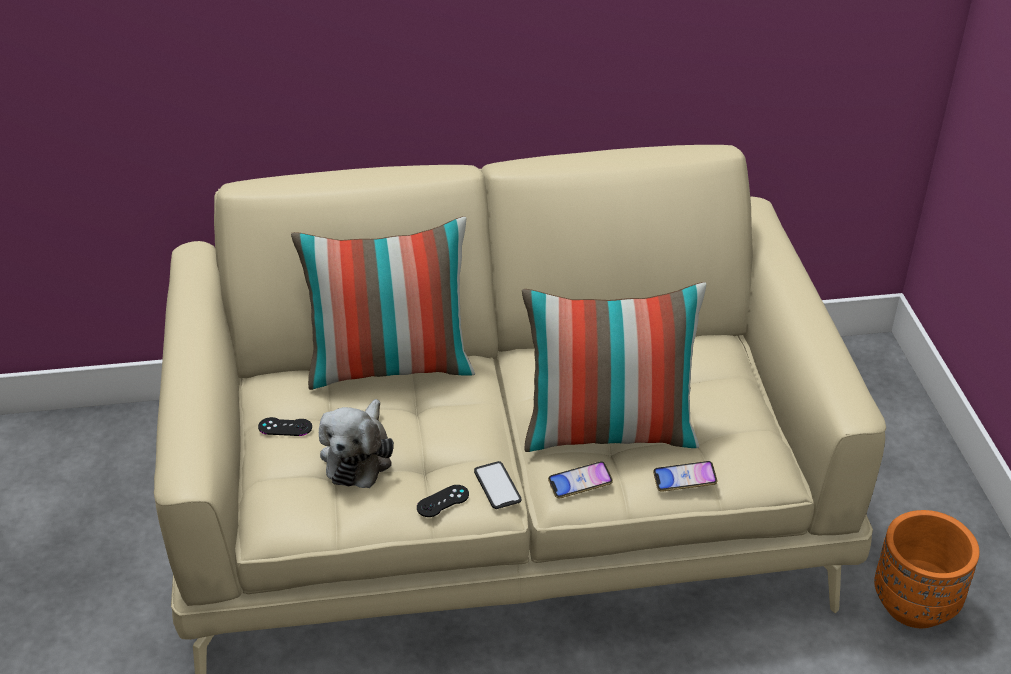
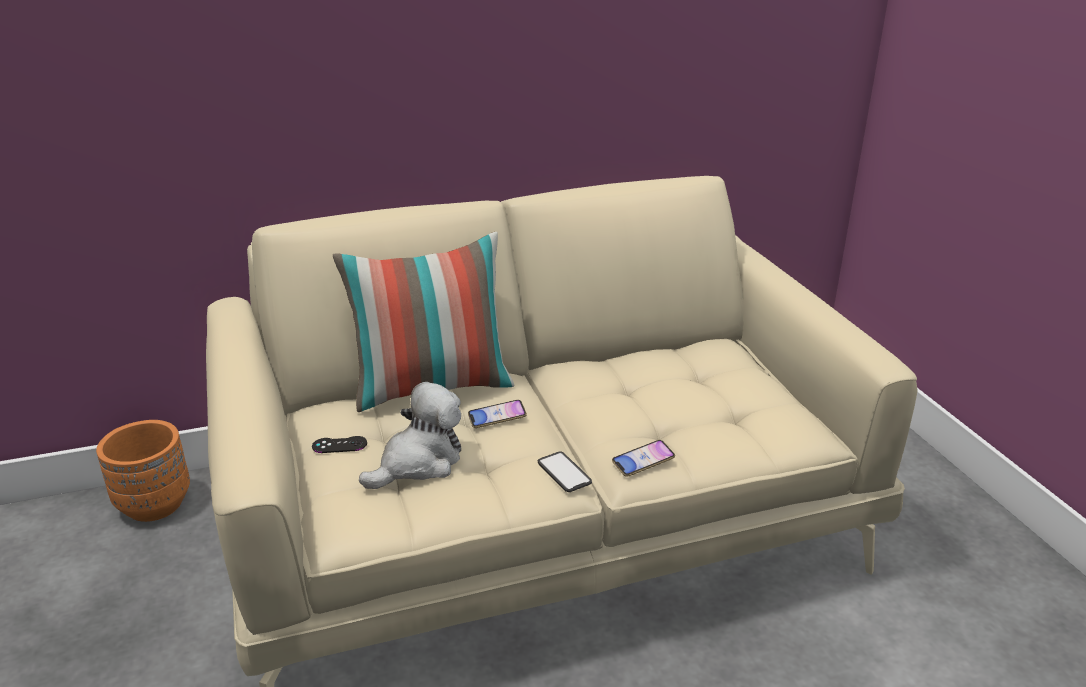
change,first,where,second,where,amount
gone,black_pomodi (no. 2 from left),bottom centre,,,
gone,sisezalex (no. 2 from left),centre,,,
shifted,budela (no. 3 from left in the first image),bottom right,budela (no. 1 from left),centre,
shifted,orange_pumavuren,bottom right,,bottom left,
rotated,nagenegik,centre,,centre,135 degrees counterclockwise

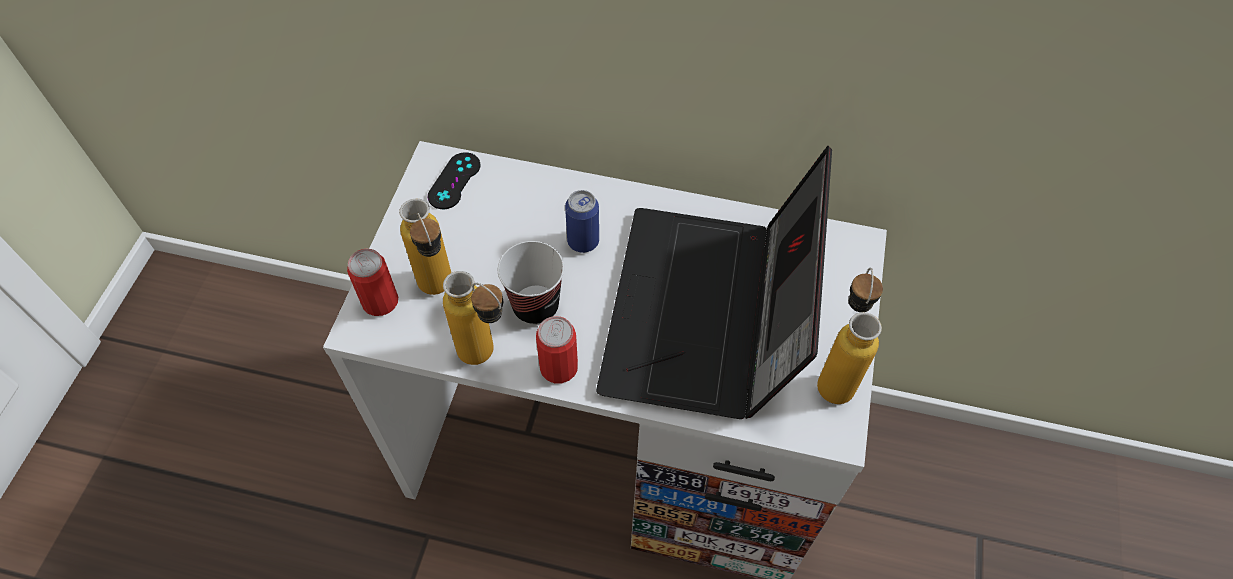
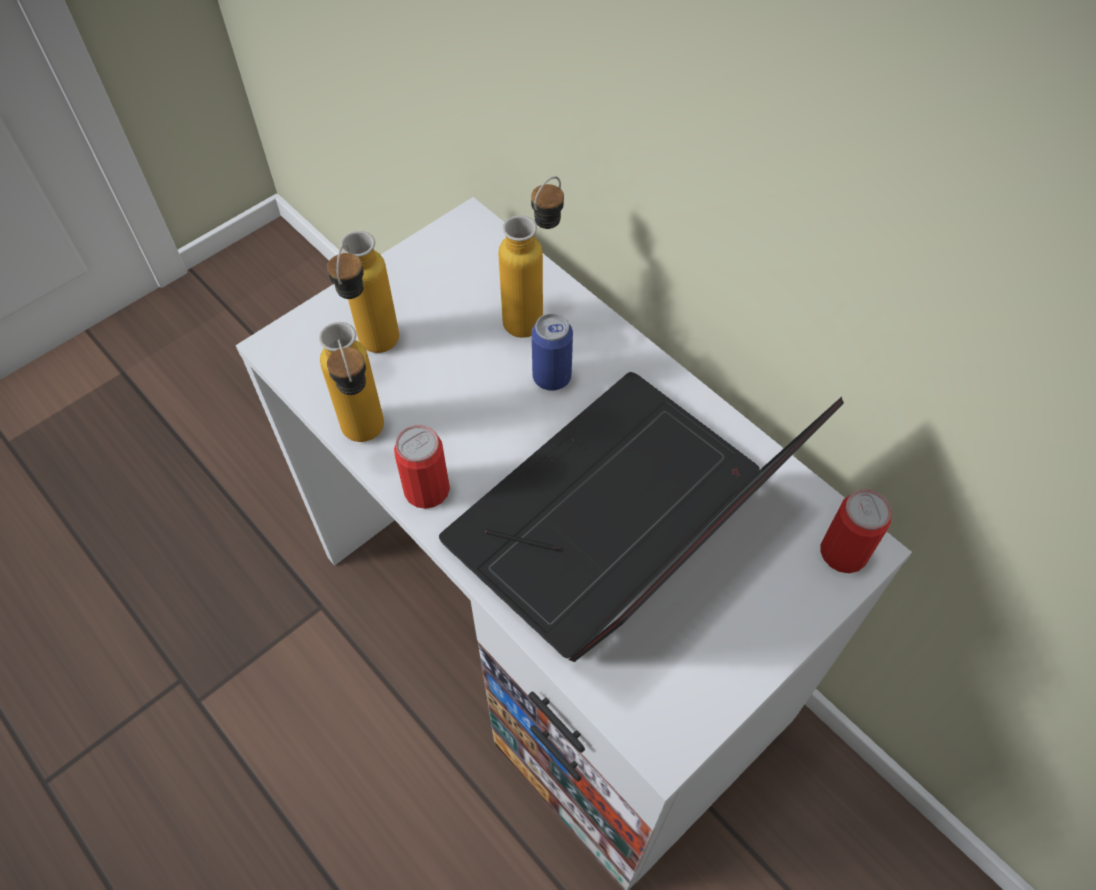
change,first,where,second,where,amount
gone,black_pomodi,top centre,,,
gone,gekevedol,centre,,,
shifted,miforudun (no. 1 from left in the first image),middle left,miforudun (no. 3 from left),middle right,
shifted,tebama (no. 3 from left),middle right,,top centre,

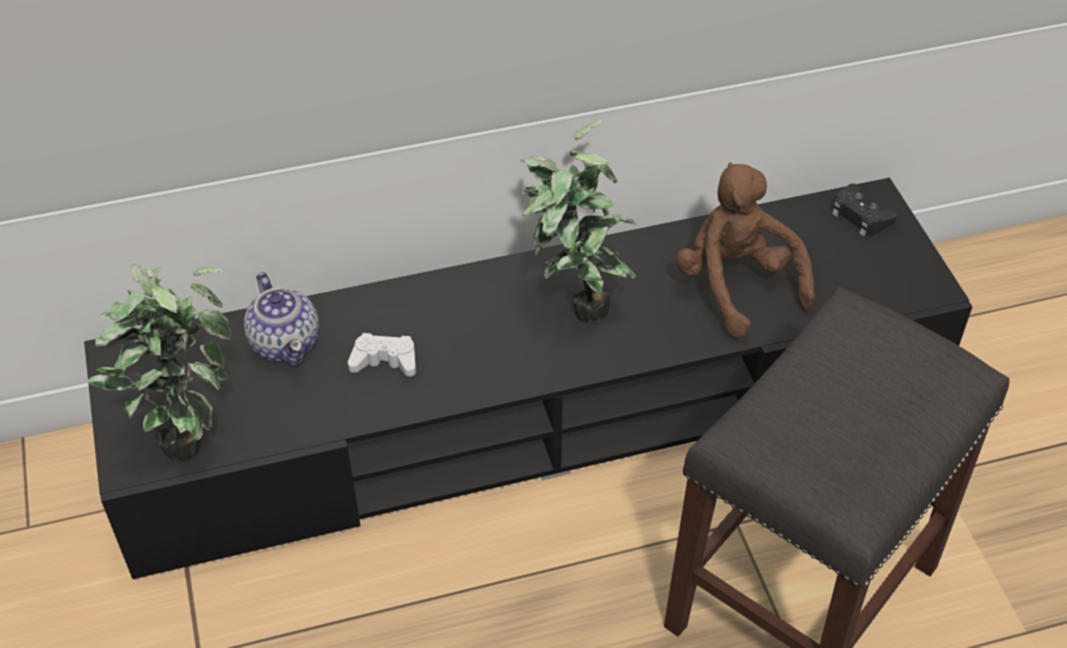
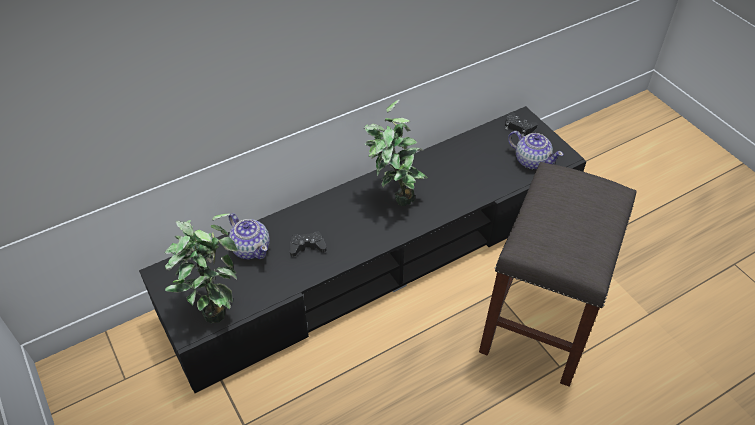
change,first,where,second,where,amount
gone,brown_nagenegik,middle right,,,
new,,,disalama (no. 2 from left),middle right,
repainted,white_pomodi,centre,black_pomodi (no. 1 from left),centre,

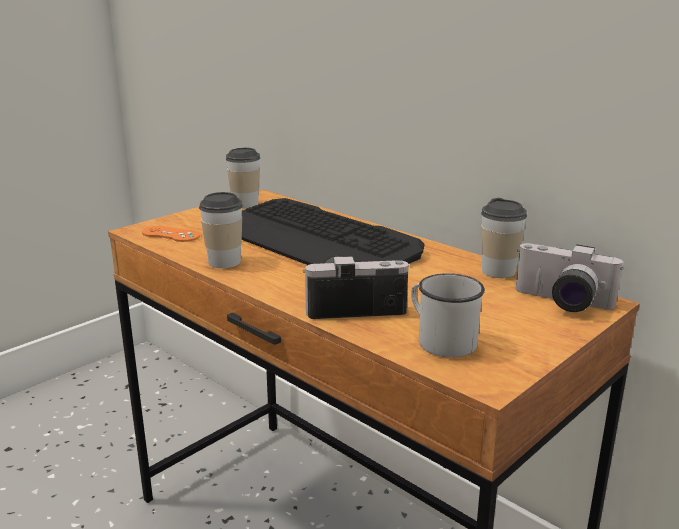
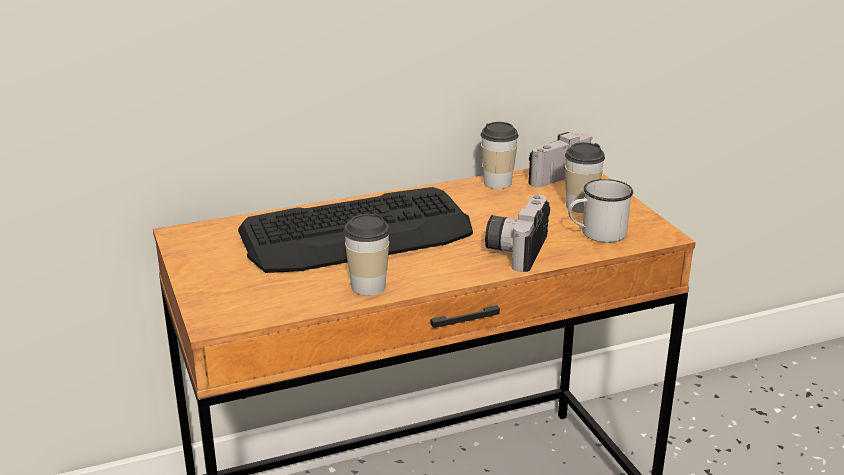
change,first,where,second,where,amount
gone,orange_pomodi,middle left,,,
shifted,gekevedol (no. 2 from left in the first image),centre,gekevedol (no. 3 from left),middle right,

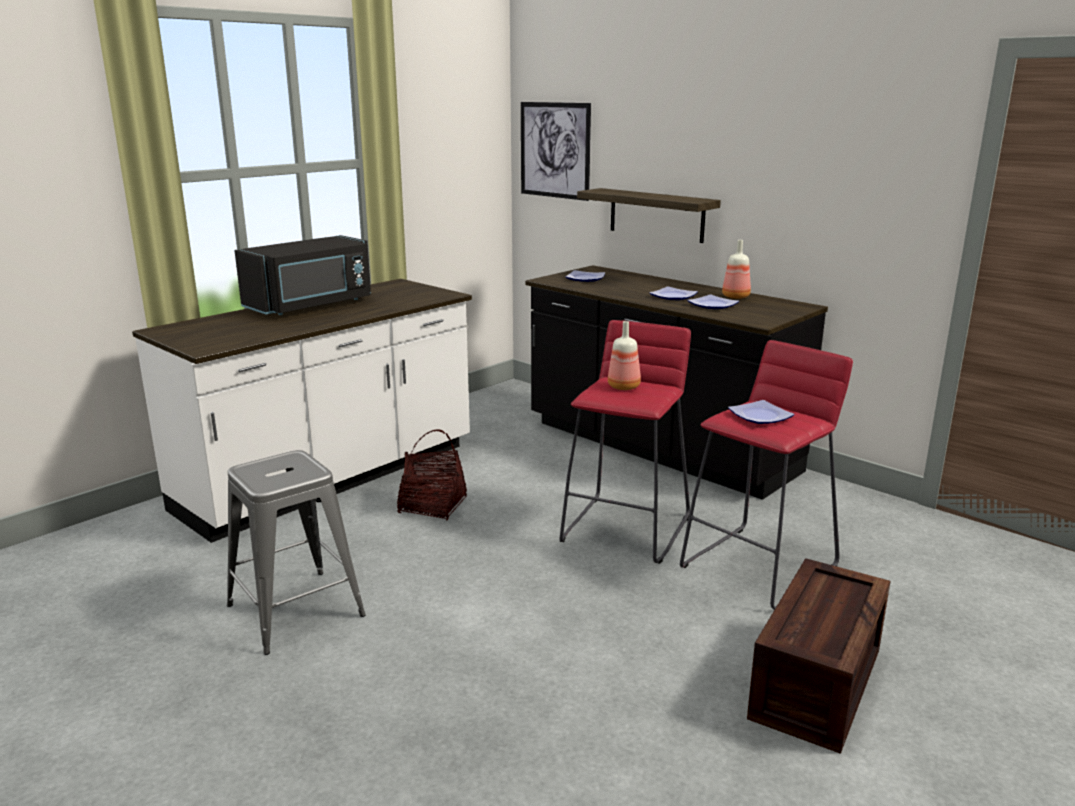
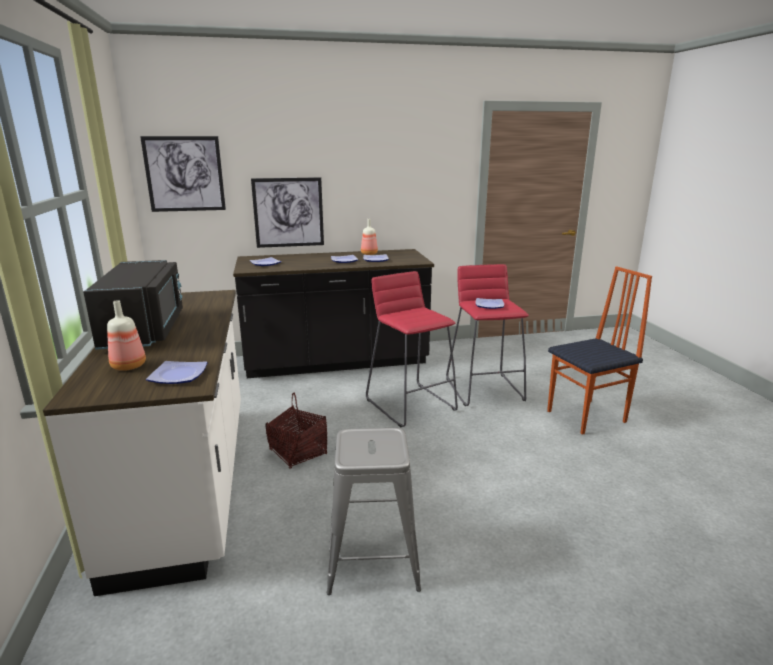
change,first,where,second,where,amount
new,,,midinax (no. 1 from left),middle left,
shifted,tebama (no. 1 from left),centre,,middle left,
swapped,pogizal,top centre,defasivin (no. 2 from left),top centre,
swapped,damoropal,bottom right,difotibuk,middle right,

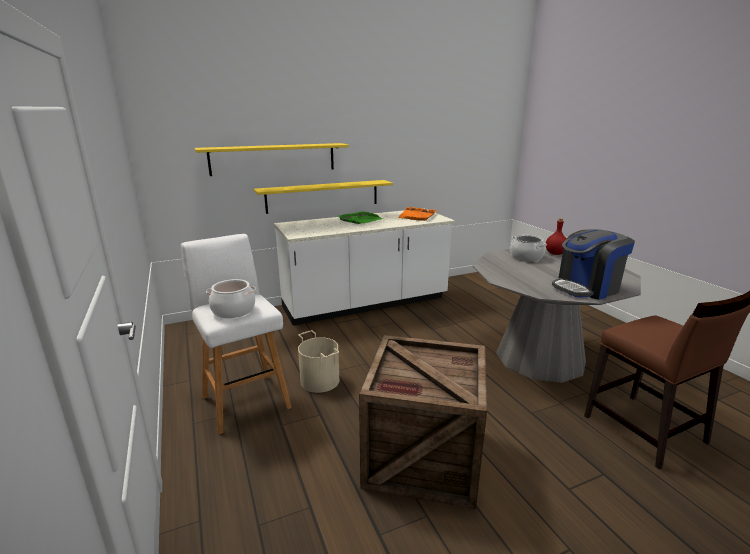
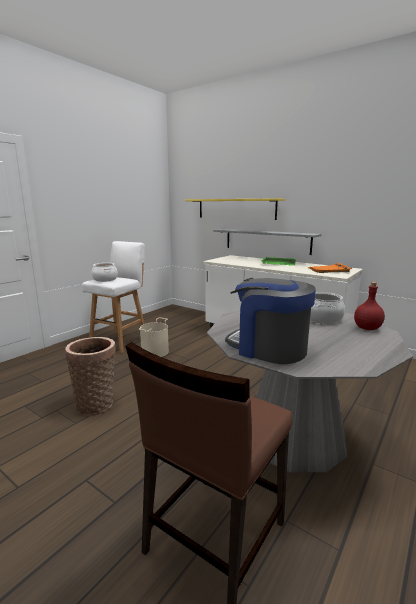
change,first,where,second,where,amount
swapped,damoropal,bottom centre,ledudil,middle left,
repainted,yellow_pogizal (no. 2 from left),centre,grey_pogizal,centre,

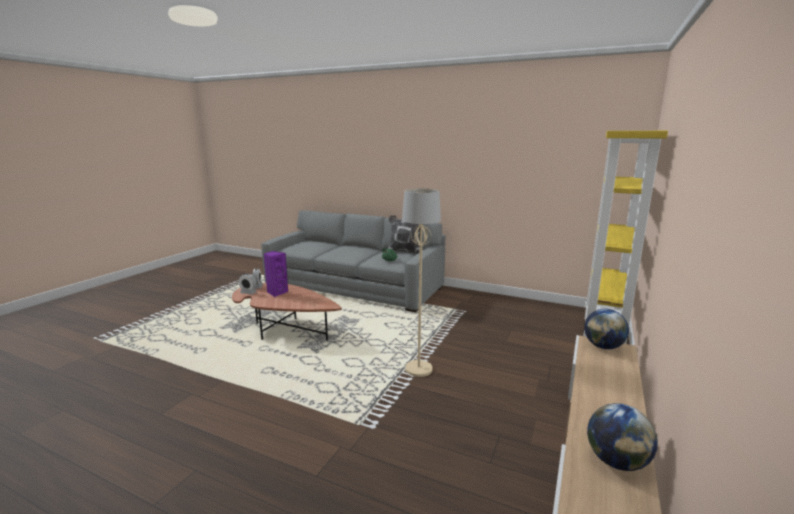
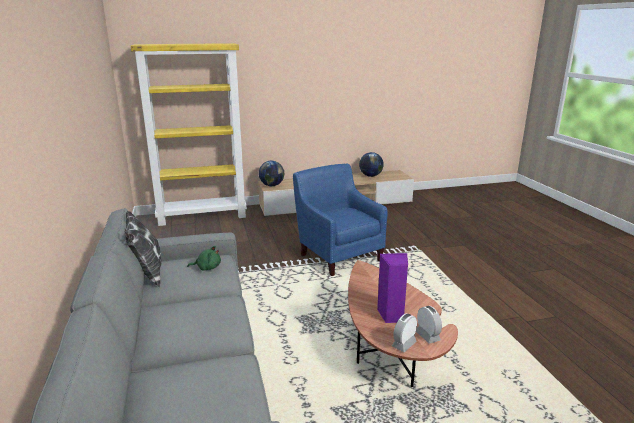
change,first,where,second,where,amount
swapped,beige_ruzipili,centre,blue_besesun,centre,

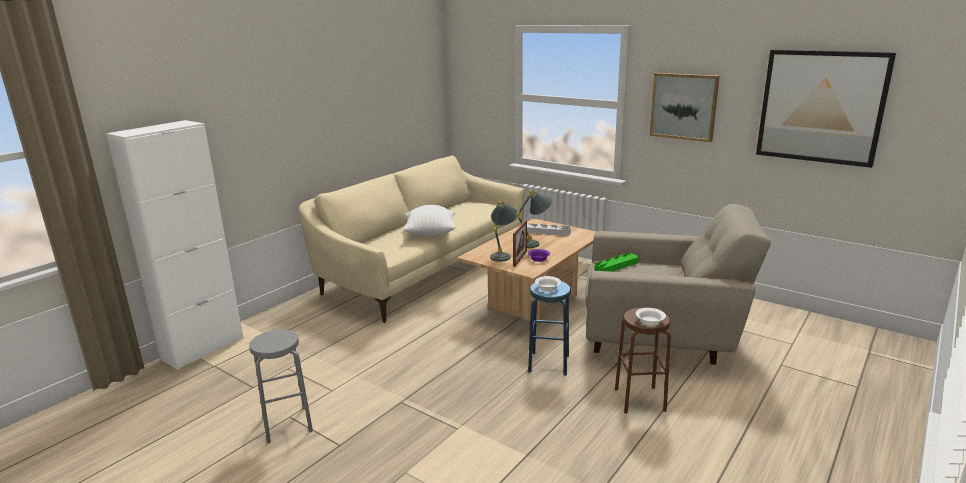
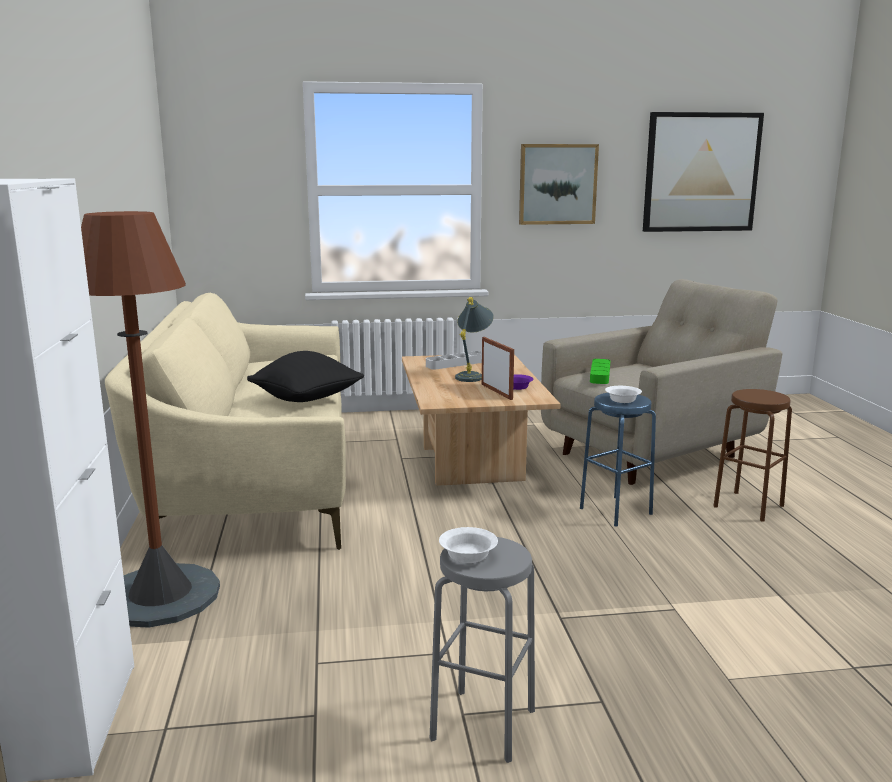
change,first,where,second,where,amount
gone,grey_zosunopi (no. 1 from left),centre,,,
new,,,brown_ruzipili,middle left,
shifted,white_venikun (no. 2 from left in the first image),middle right,white_venikun (no. 1 from left),bottom centre,
repainted,white_sisezalex,centre,black_sisezalex,centre,

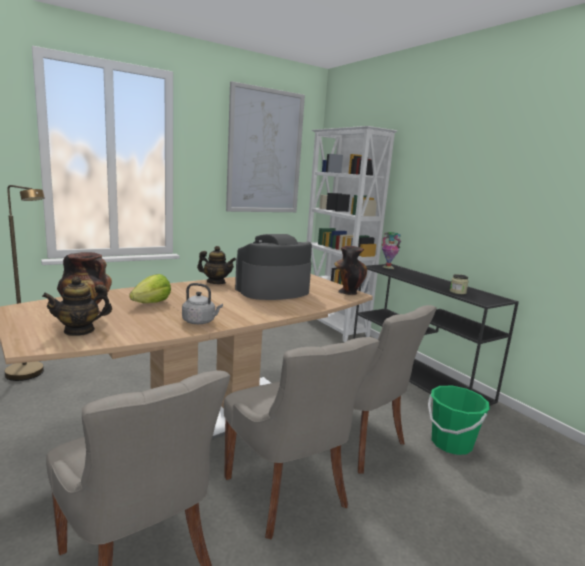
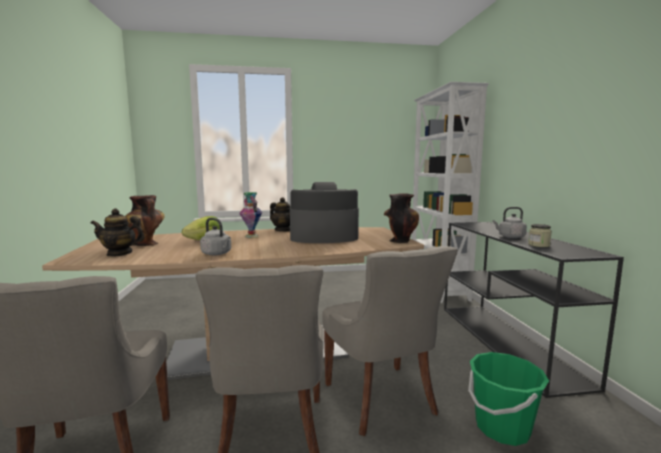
change,first,where,second,where,amount
gone,brown_ruzipili,middle left,,,
gone,defasivin,top centre,,,
new,,,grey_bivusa (no. 2 from left),middle right,
shifted,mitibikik (no. 3 from left in the first image),middle right,mitibikik (no. 2 from left),centre,

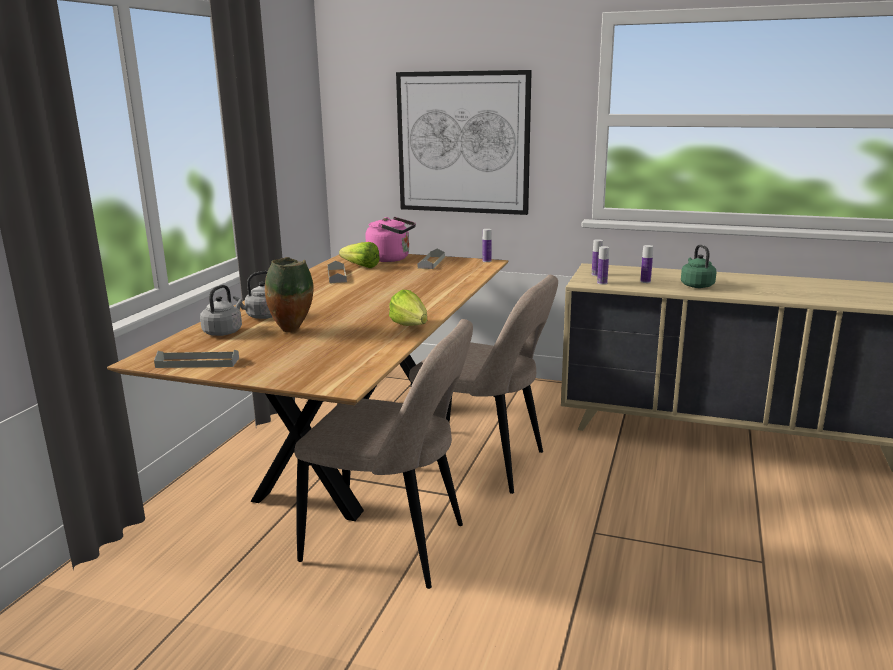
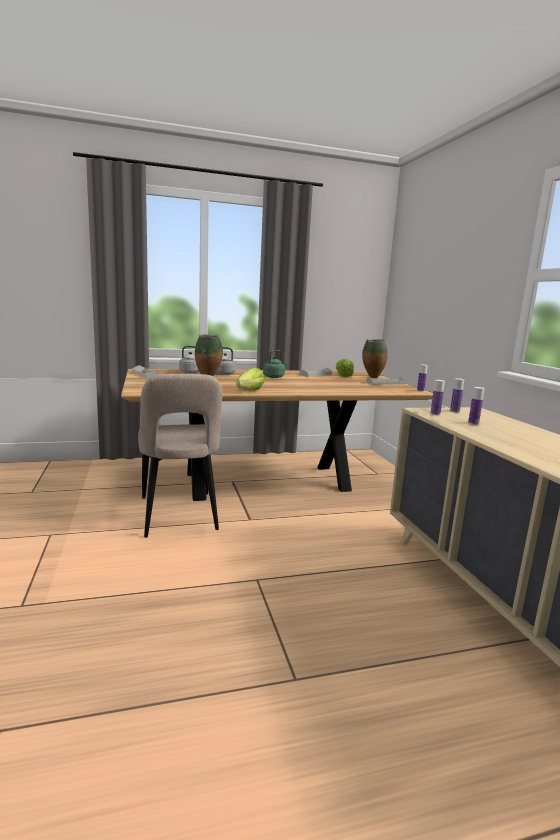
change,first,where,second,where,amount
gone,defasivin,top centre,,,
gone,beige_difotibuk (no. 2 from left),centre,,,
shifted,green_bivusa,middle right,,centre,
swapped,pink_bivusa,centre,mitibikik (no. 2 from left),middle right,

